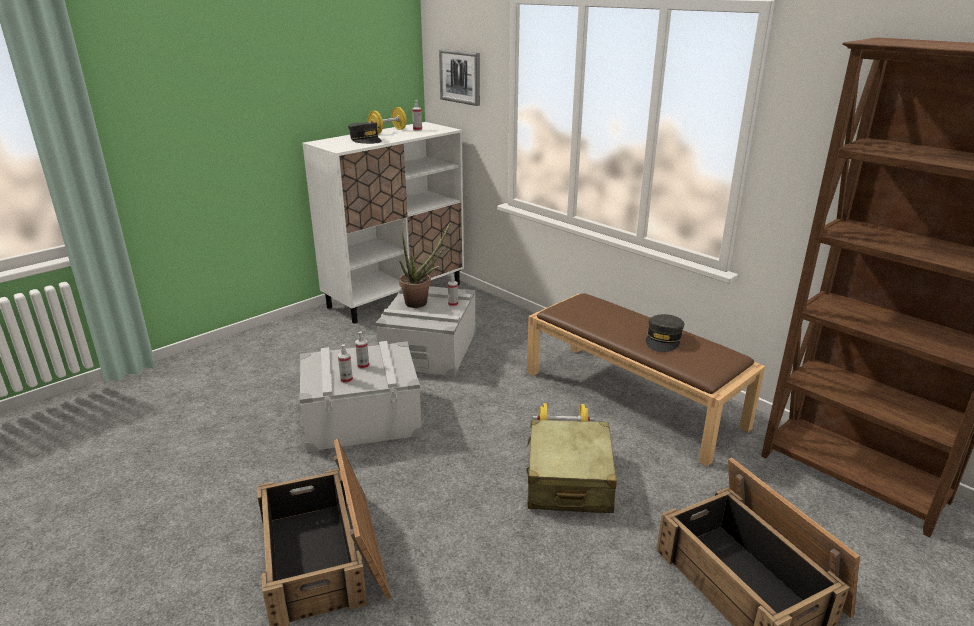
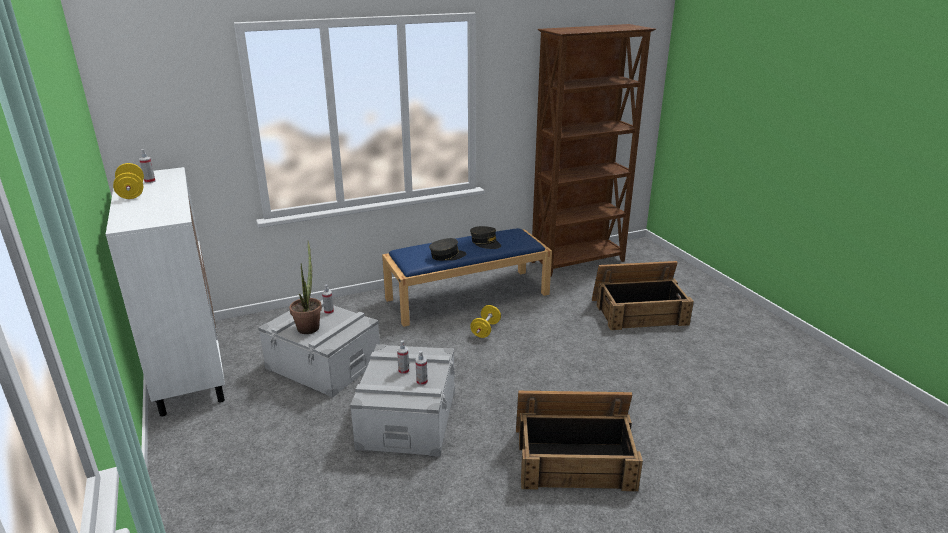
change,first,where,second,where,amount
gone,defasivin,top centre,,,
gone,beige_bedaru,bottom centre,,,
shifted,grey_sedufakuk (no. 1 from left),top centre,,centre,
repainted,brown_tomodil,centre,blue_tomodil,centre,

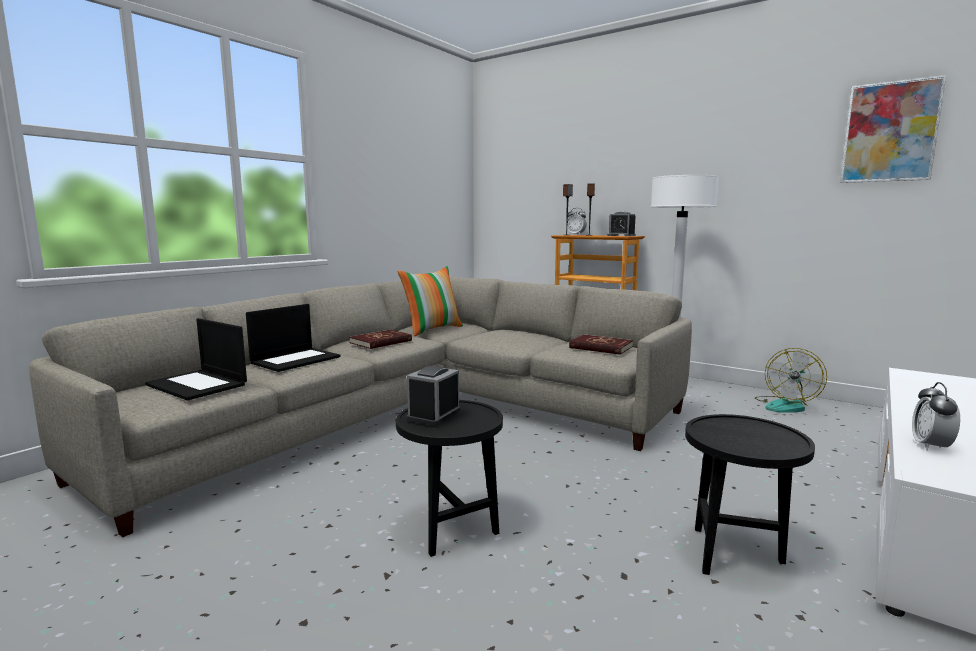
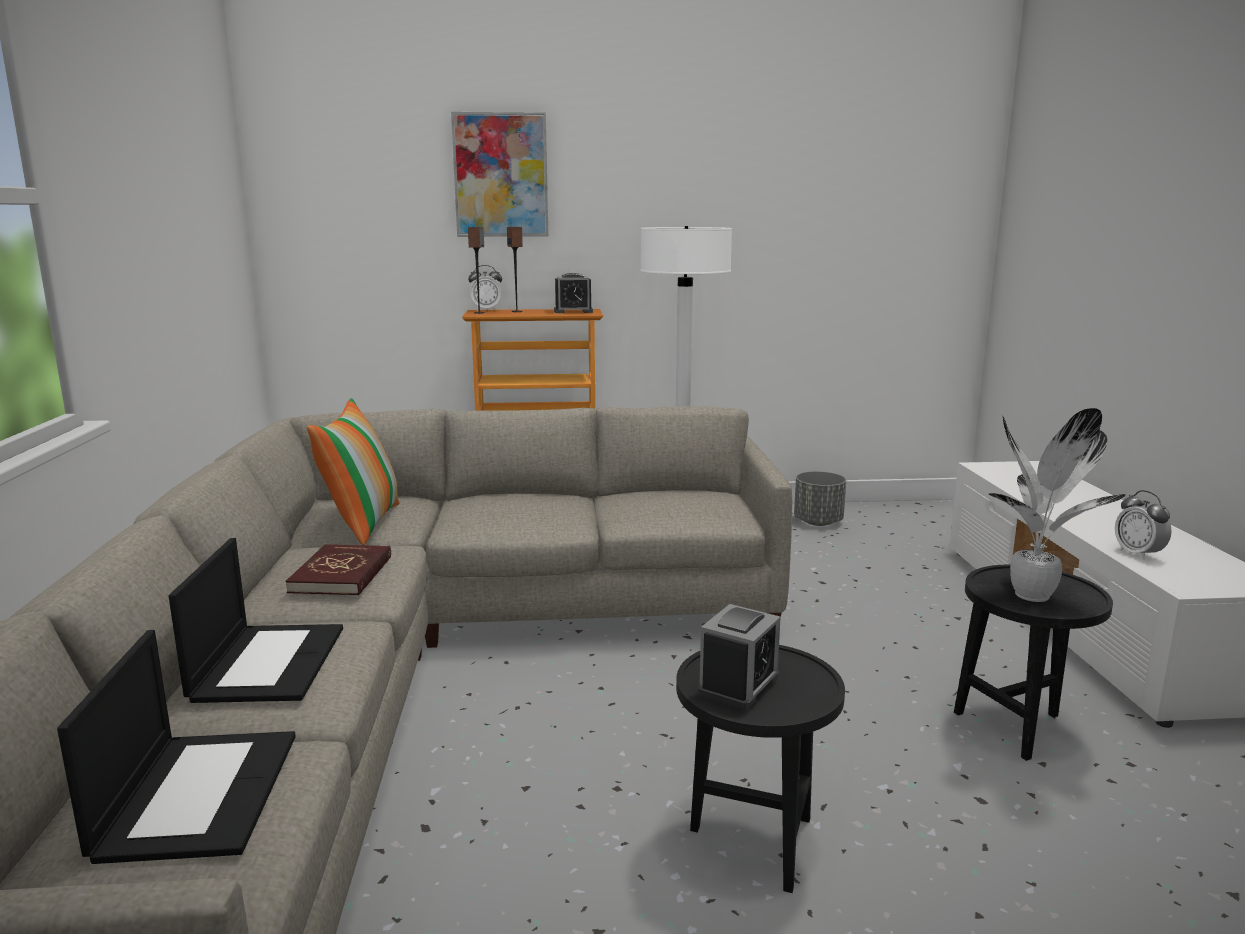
change,first,where,second,where,amount
gone,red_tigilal (no. 2 from left),centre,,,
new,,,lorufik,middle right,
shifted,defasivin,top right,,top centre,
swapped,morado,middle right,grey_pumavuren,centre,
rotated,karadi (no. 1 from left),middle left,,bottom left,90 degrees counterclockwise
rotated,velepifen (no. 1 from left in the first image),centre,velepifen (no. 3 from left),bottom centre,135 degrees counterclockwise

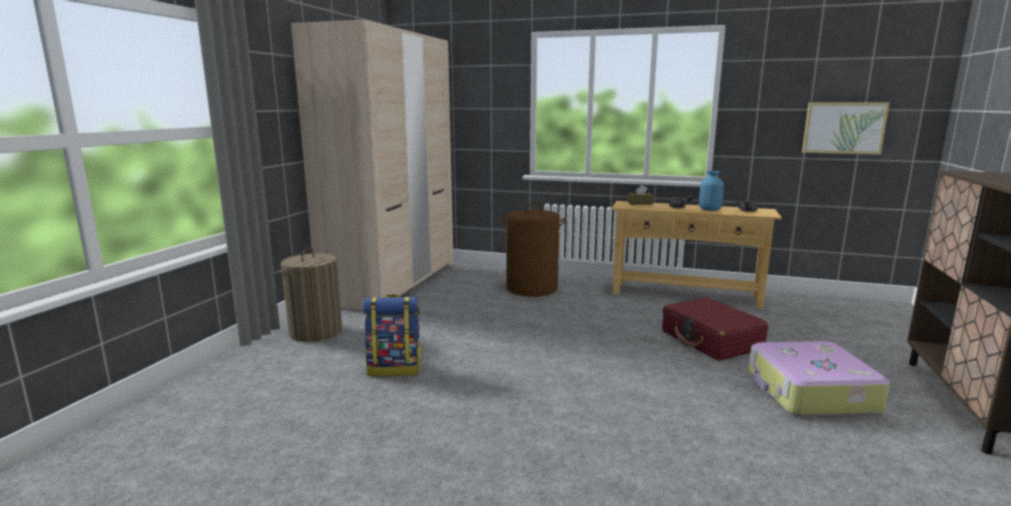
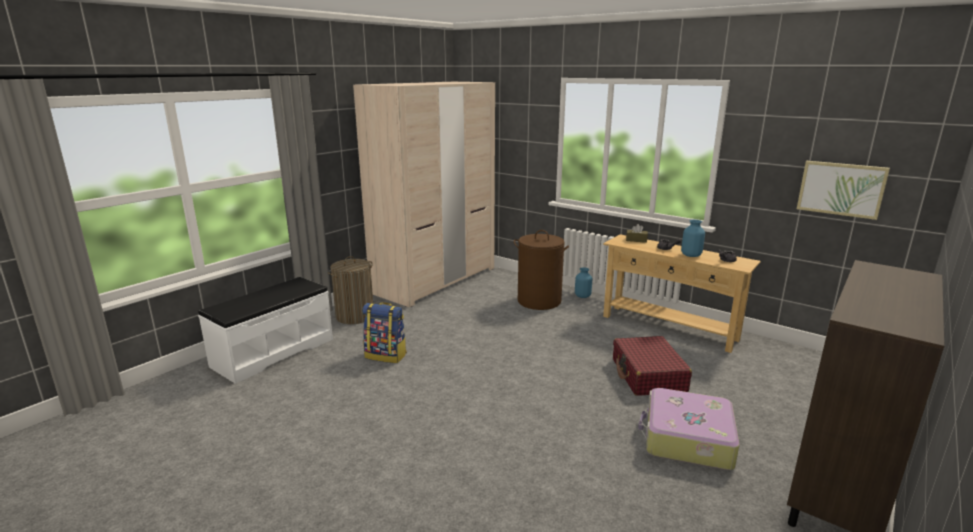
change,first,where,second,where,amount
new,,,white_tomodil,middle left,
new,,,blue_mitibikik (no. 1 from left),centre,

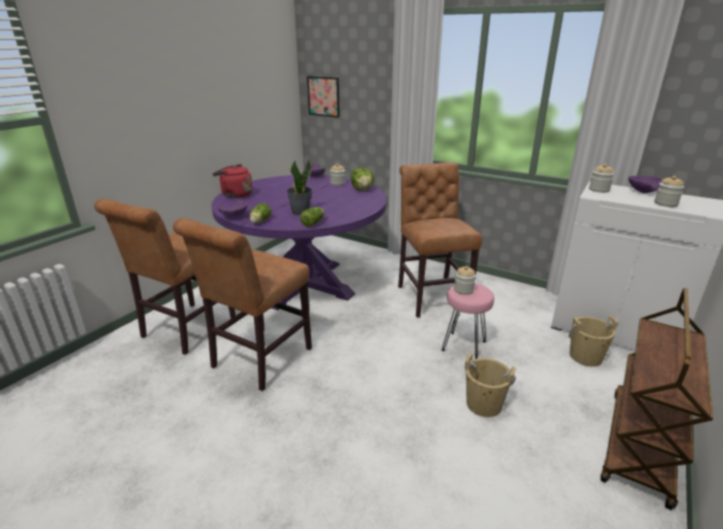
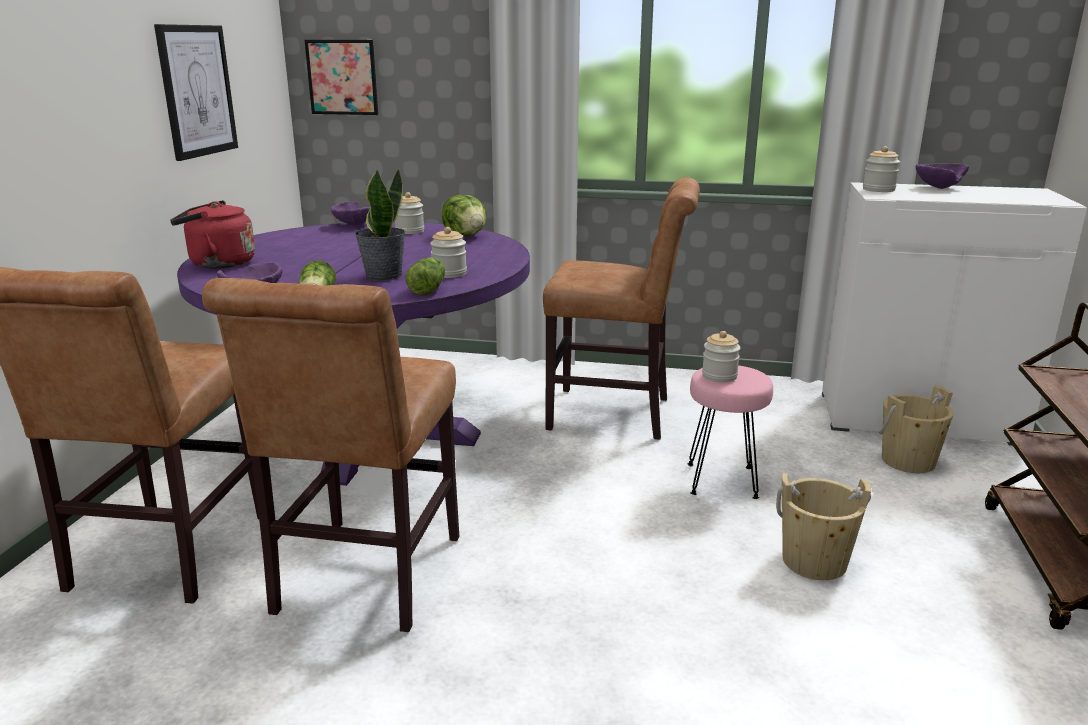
change,first,where,second,where,amount
new,,,defasivin (no. 1 from left),top left,
shifted,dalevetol (no. 4 from left in the first image),middle right,dalevetol (no. 2 from left),centre,
rotated,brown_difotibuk (no. 3 from left),centre,,centre,135 degrees clockwise

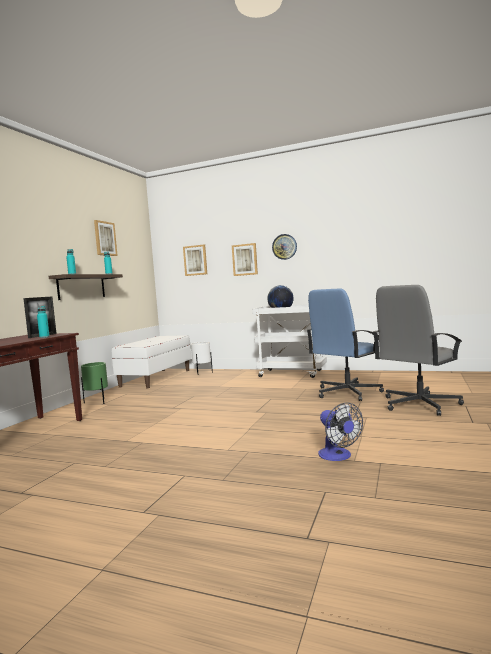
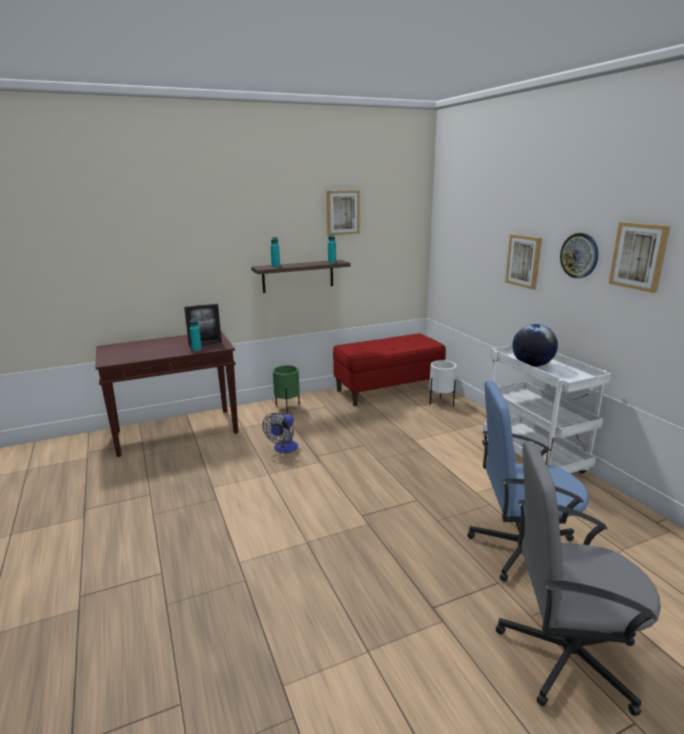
change,first,where,second,where,amount
shifted,defasivin (no. 2 from left in the first image),centre,defasivin (no. 3 from left),middle right,
shifted,morado,middle right,,centre,
repainted,white_tomodil,middle left,red_tomodil,centre,

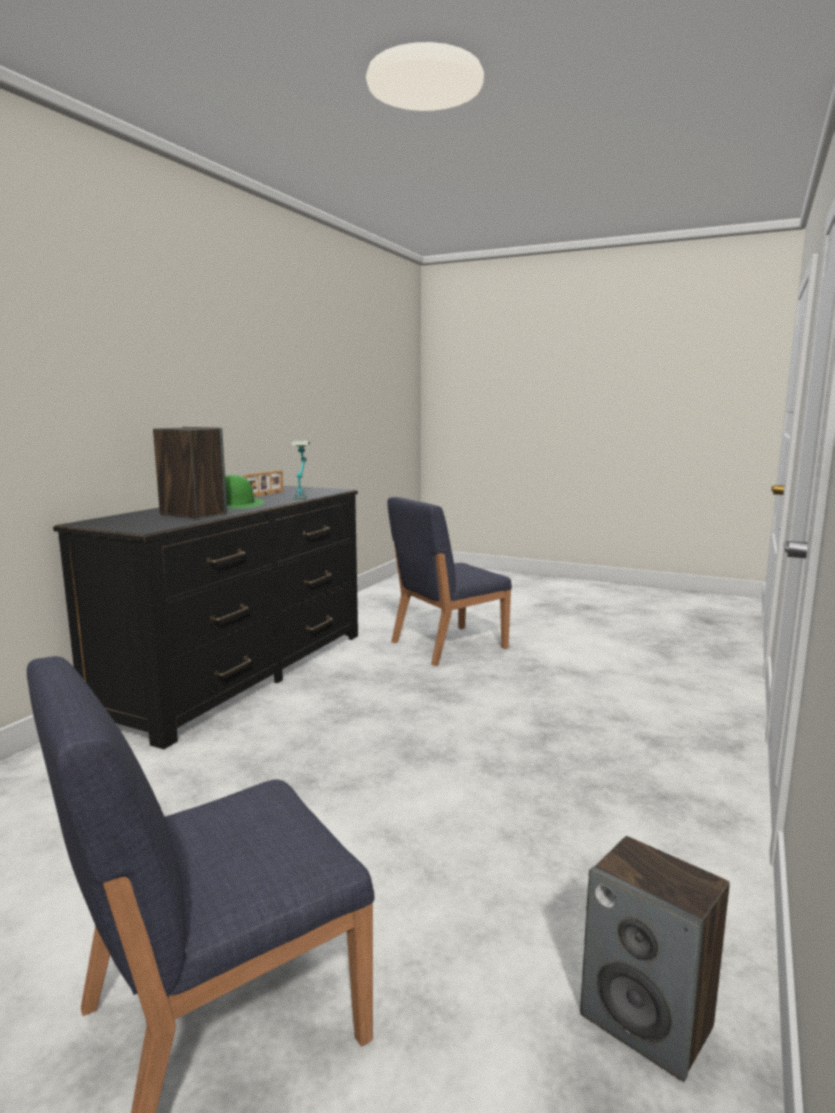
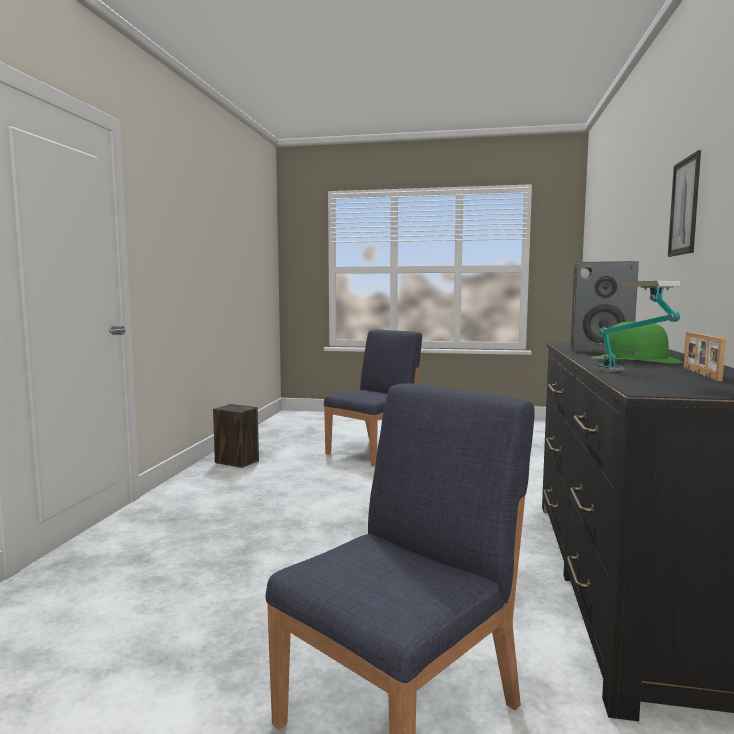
change,first,where,second,where,amount
new,,,defasivin,top right,

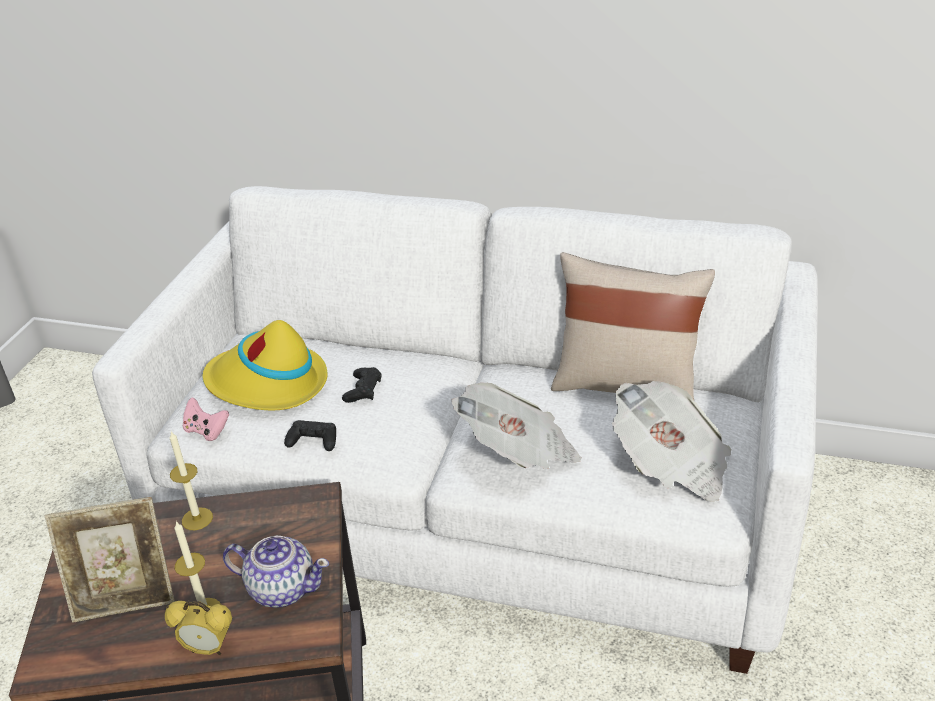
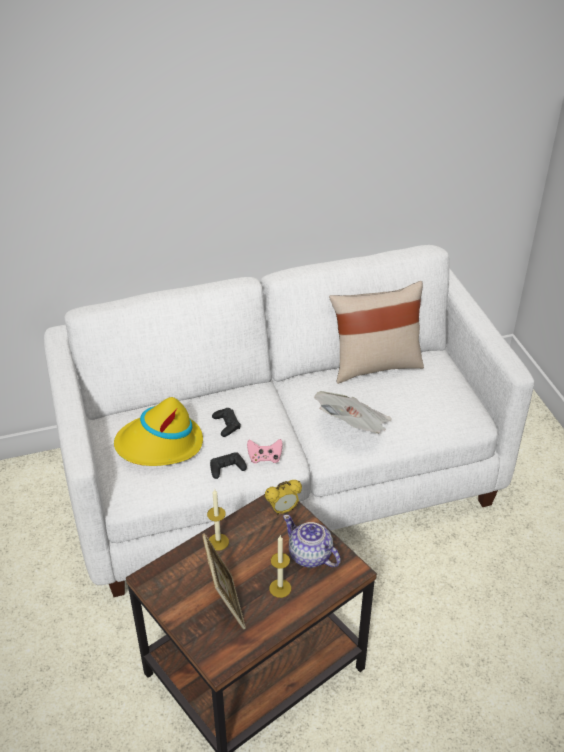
change,first,where,second,where,amount
gone,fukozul (no. 2 from left),middle right,,,
shifted,velepifen,bottom left,,centre,
shifted,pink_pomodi,middle left,,centre,
rotated,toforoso,bottom left,,bottom centre,60 degrees counterclockwise
rotated,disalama,bottom left,,bottom centre,120 degrees counterclockwise

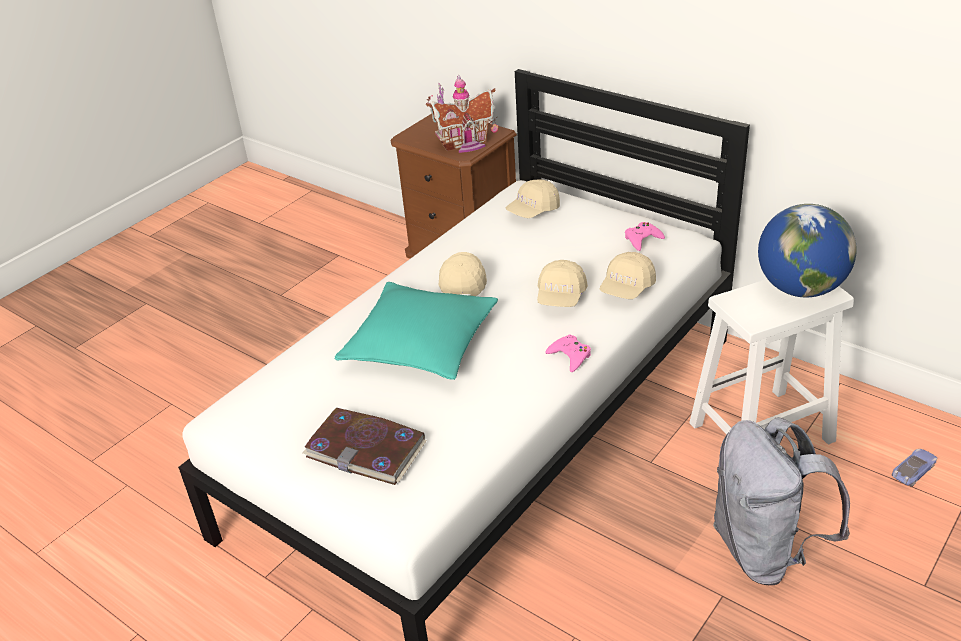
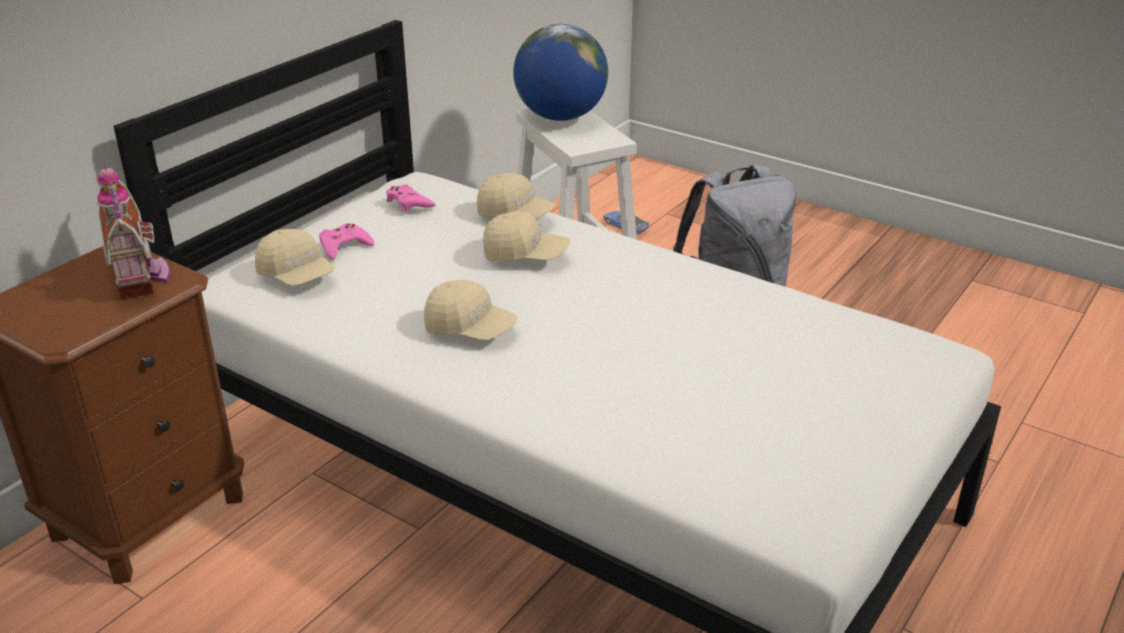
change,first,where,second,where,amount
gone,tigilal,bottom centre,,,
gone,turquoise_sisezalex,centre,,,
shifted,pink_pomodi (no. 1 from left),centre,,middle left,
rotated,beige_sedufakuk (no. 1 from left in the first image),centre,beige_sedufakuk (no. 2 from left),centre,150 degrees counterclockwise

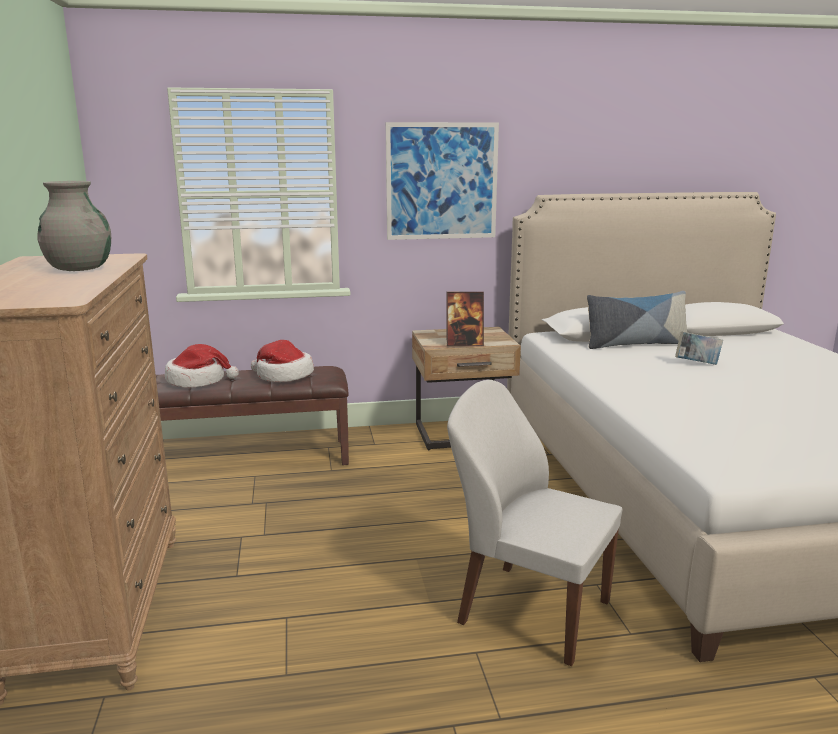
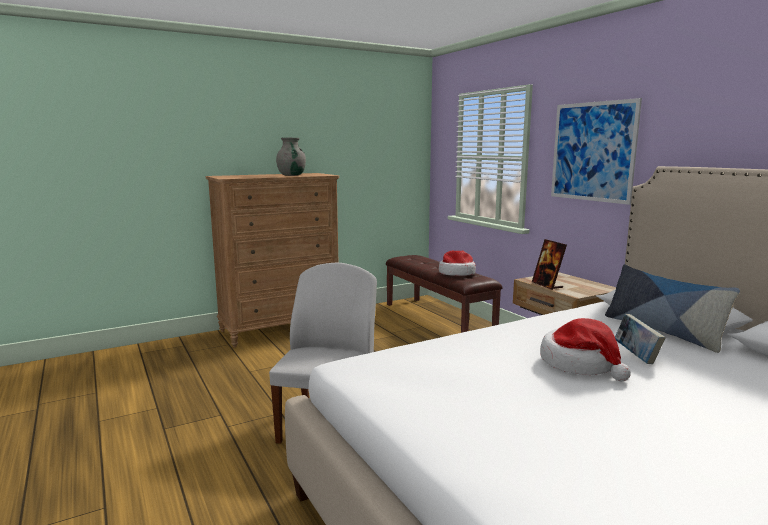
change,first,where,second,where,amount
shifted,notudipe (no. 1 from left in the first image),middle left,notudipe (no. 2 from left),bottom right,

